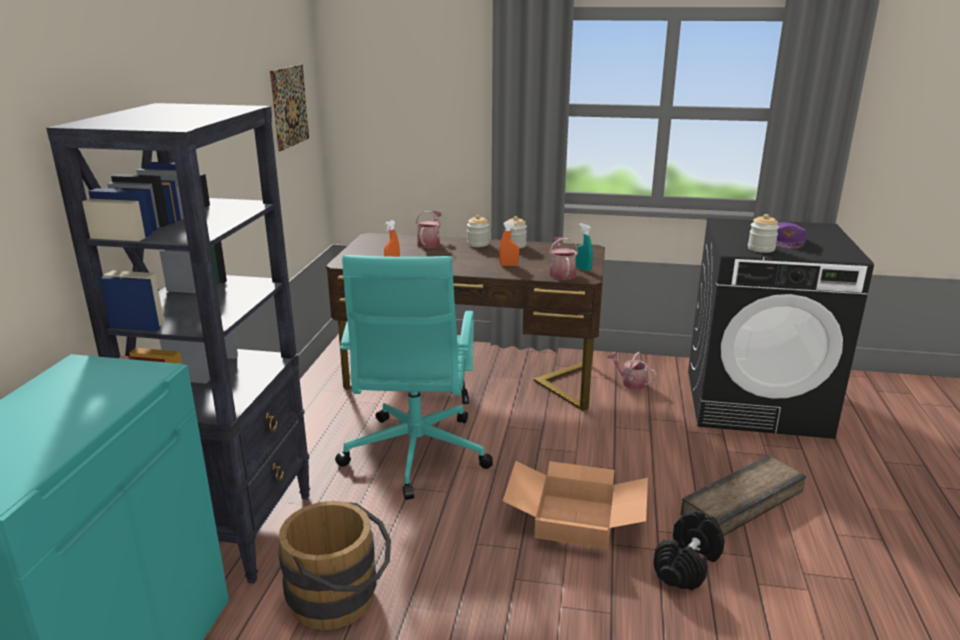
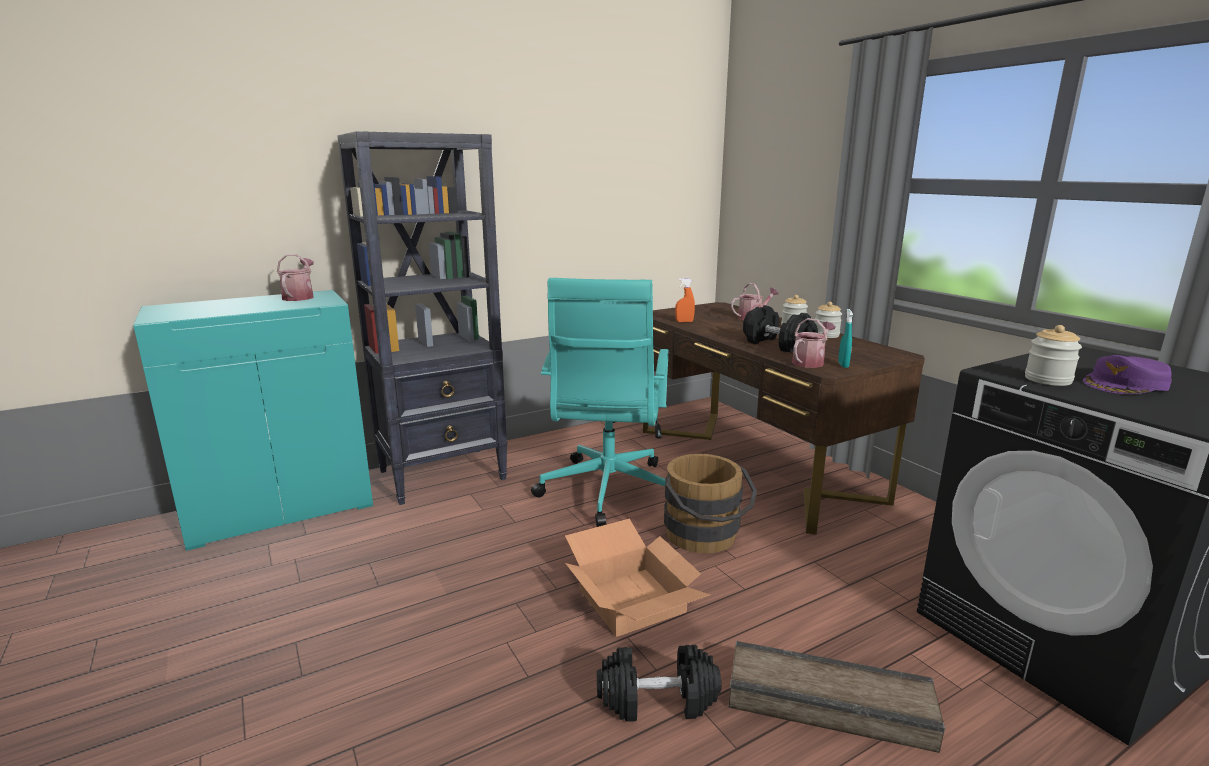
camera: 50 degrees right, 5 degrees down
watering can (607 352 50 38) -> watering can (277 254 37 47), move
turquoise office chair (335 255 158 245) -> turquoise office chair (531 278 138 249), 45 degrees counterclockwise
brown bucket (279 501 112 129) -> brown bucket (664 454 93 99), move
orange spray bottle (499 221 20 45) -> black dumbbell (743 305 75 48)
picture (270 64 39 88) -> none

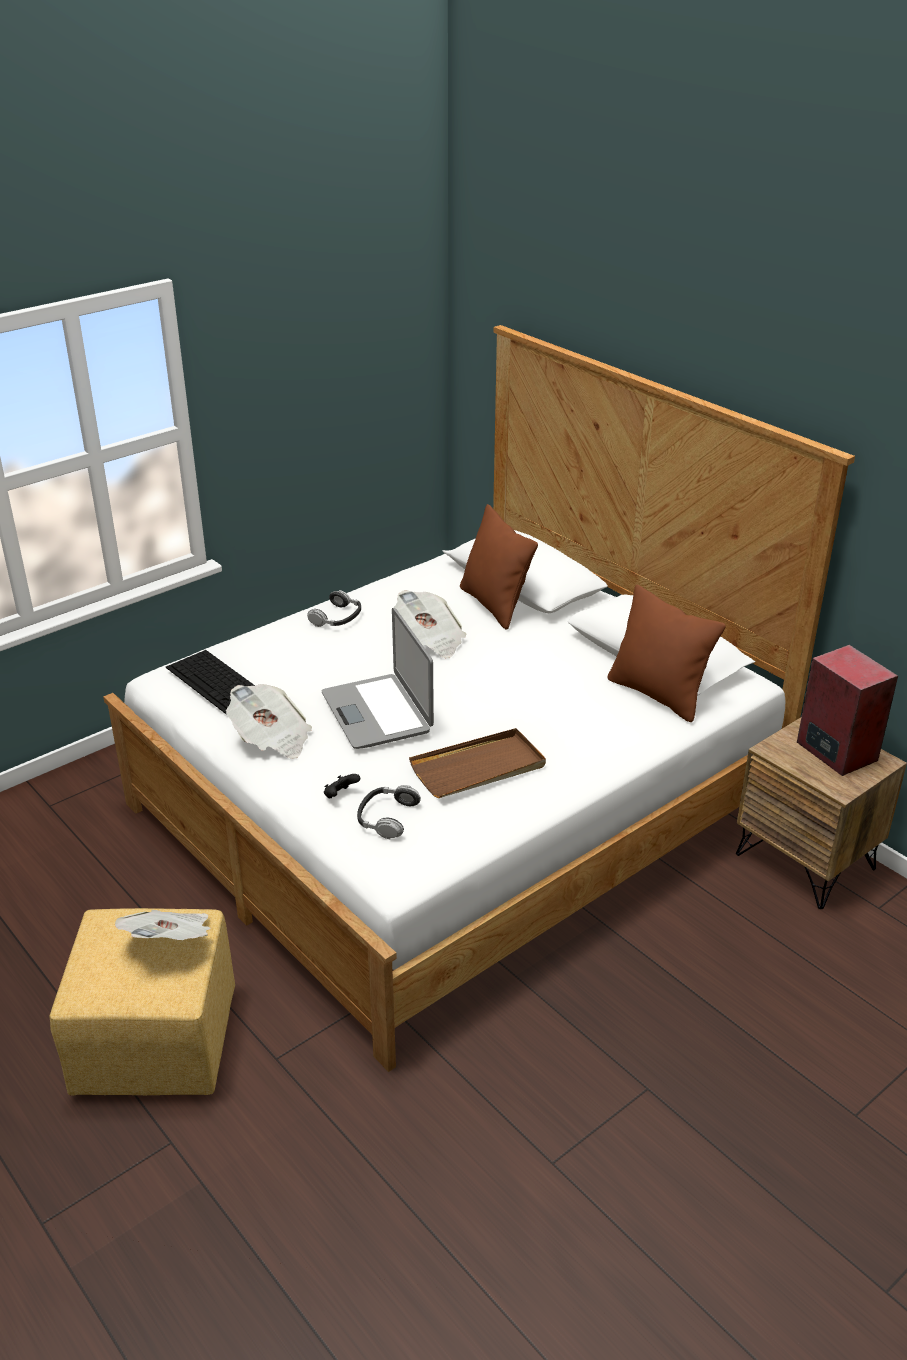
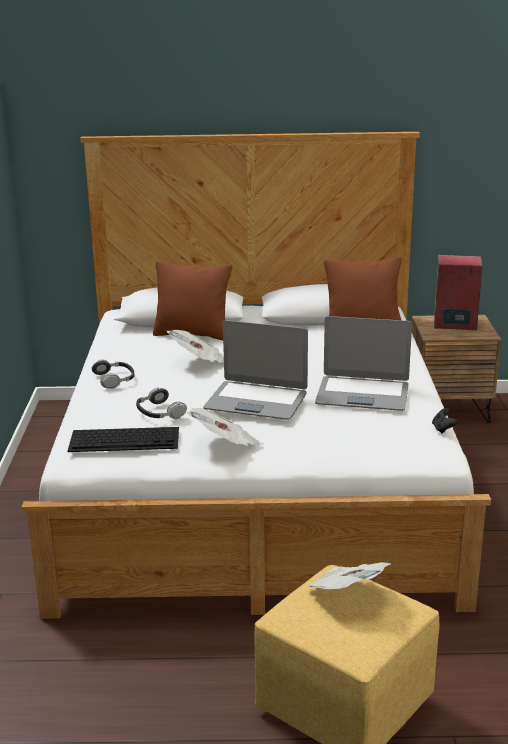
camera: 50 degrees left, 10 degrees down
headphones (357 785 64 54) -> headphones (136 387 51 32), move
brown tray (409 728 137 70) -> laptop (315 316 97 95)
black game controller (324 774 36 24) -> black game controller (432 408 26 26), move

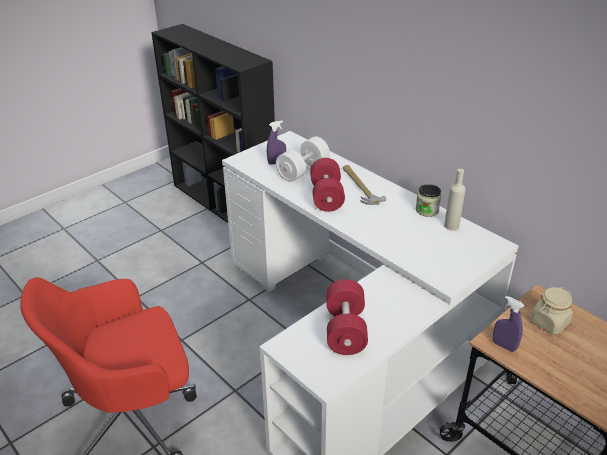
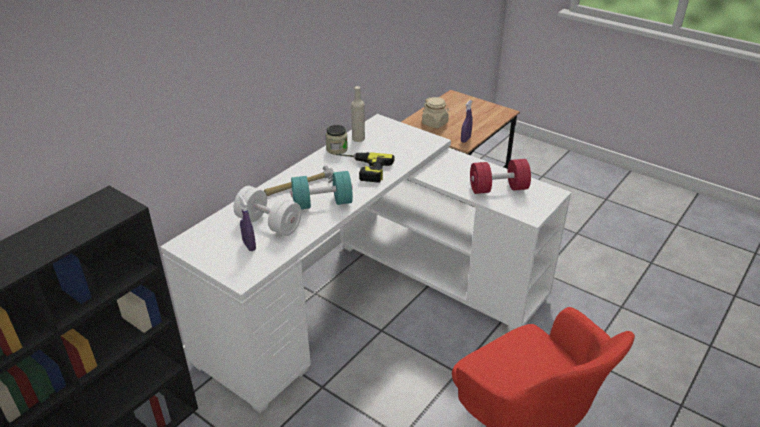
camera: 100 degrees left, 0 degrees up
red dumbbell (310 158 35 54) -> turquoise dumbbell (291 171 62 38)
none -> power drill (336 152 58 30)

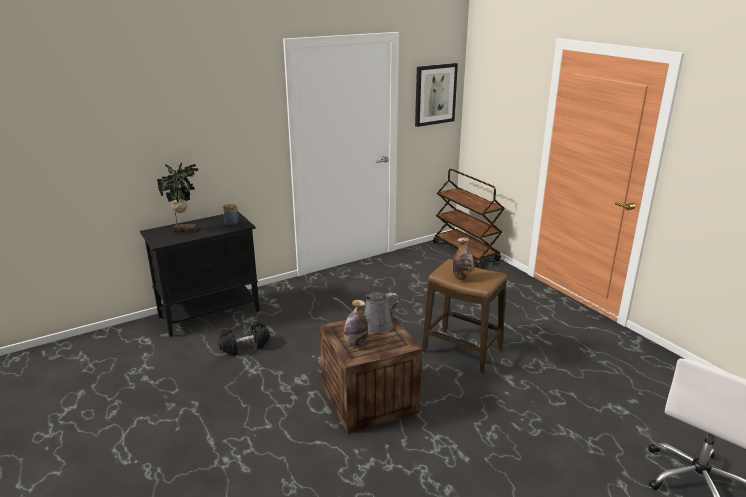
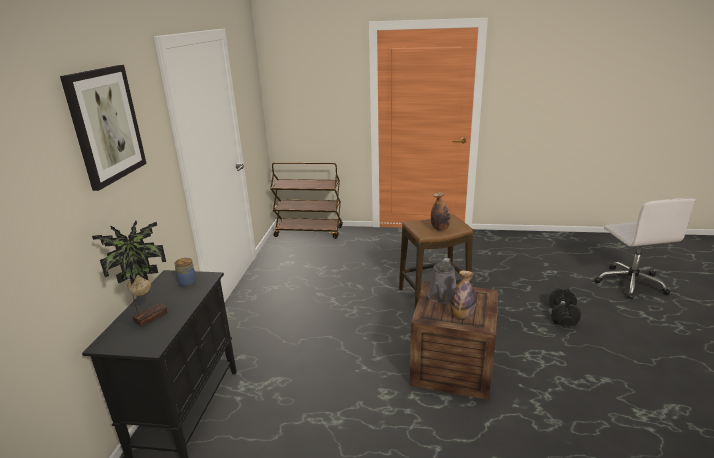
camera: 50 degrees left, 0 degrees up
picture (415 63 43 64) -> picture (60 65 87 126), move
black dumbbell (218 322 52 33) -> black dumbbell (549 288 32 38), move

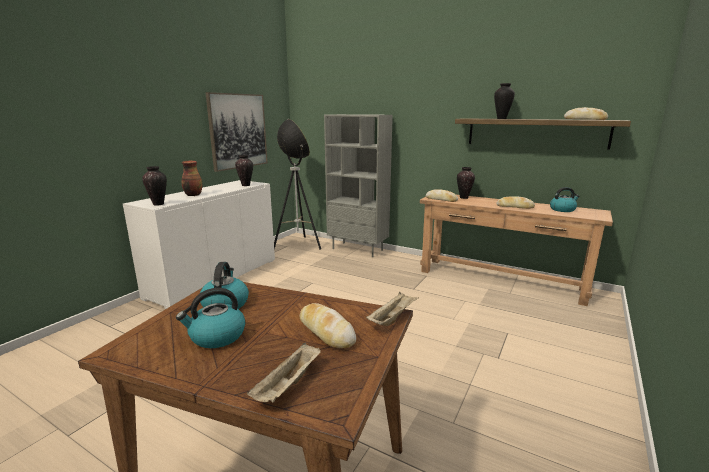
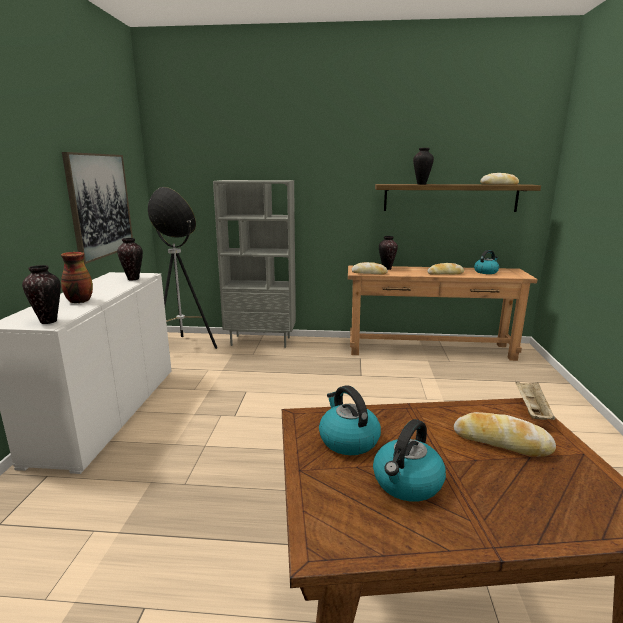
camera: 25 degrees left, 0 degrees up
beige tray (247 343 74 60) -> none

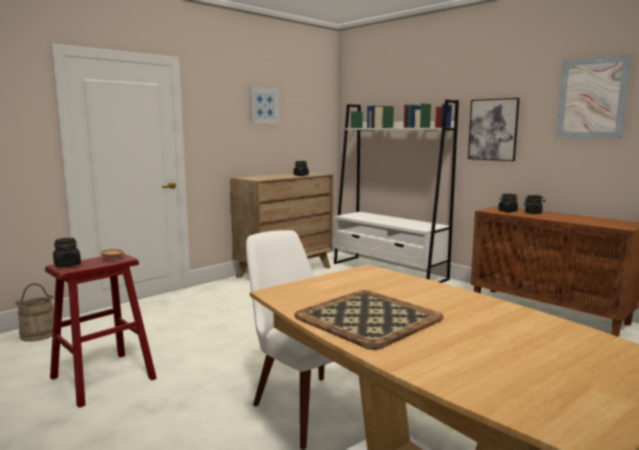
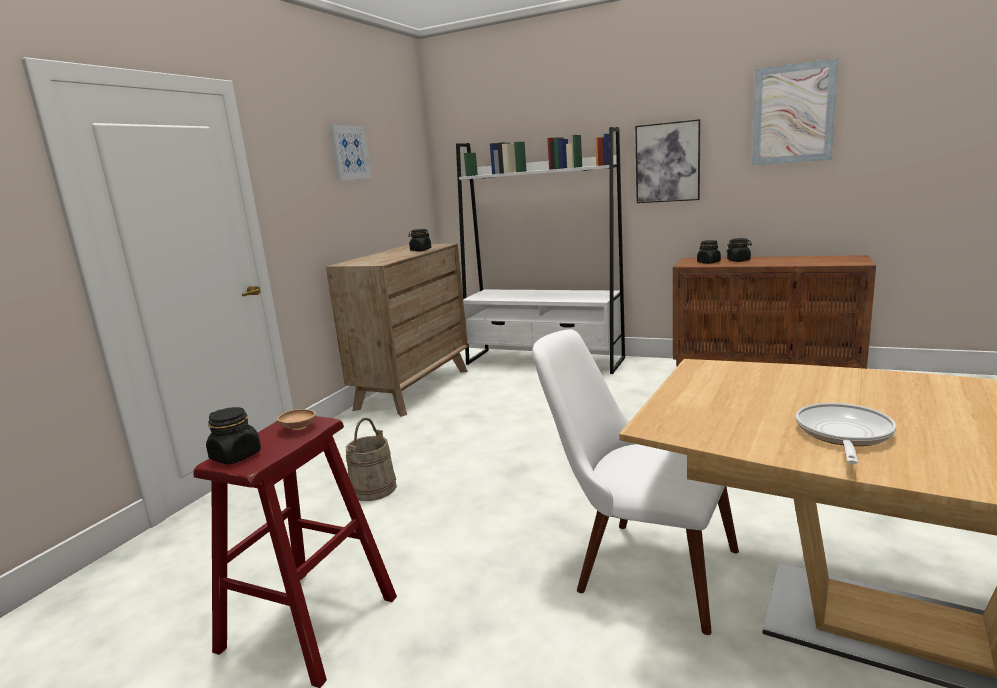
camera: 20 degrees left, 5 degrees up
beige bucket (15 283 39 59) -> beige bucket (346 418 51 83), move
tray (294 290 149 60) -> frying pan (796 403 100 61)

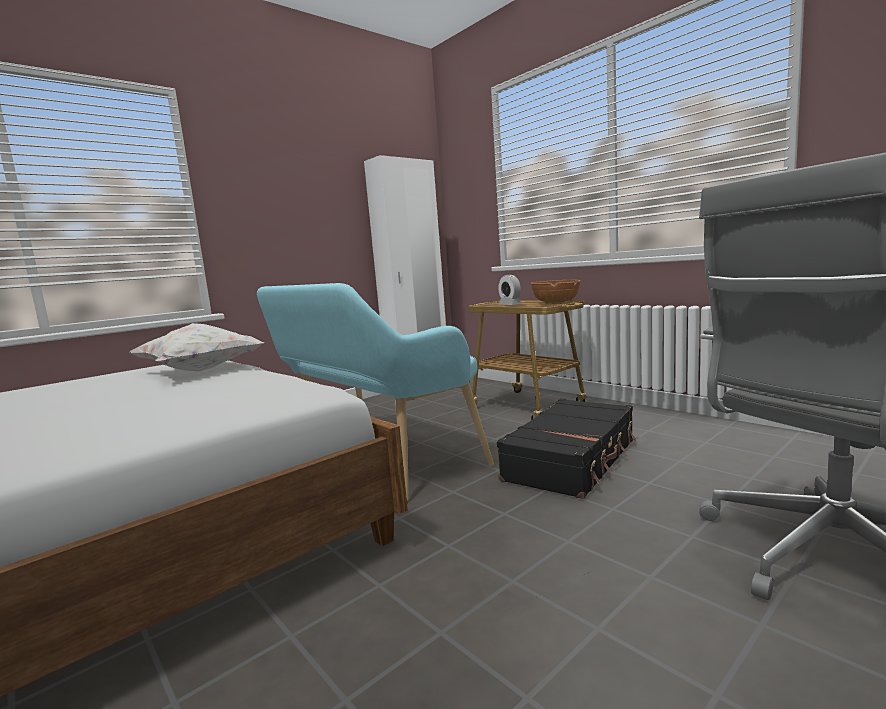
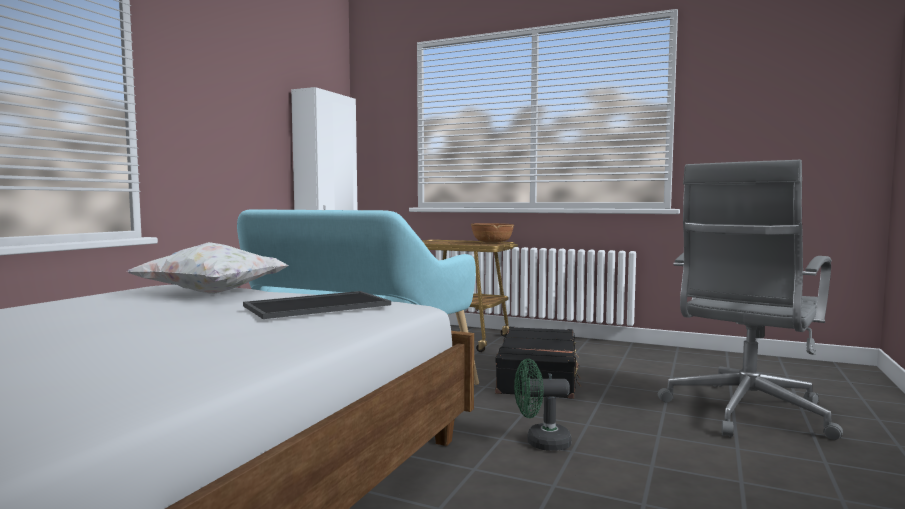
camera: 25 degrees left, 5 degrees down
none -> tray (243 291 148 28)
none -> green fan (514 359 58 92)
alarm clock (498 275 24 30) -> none

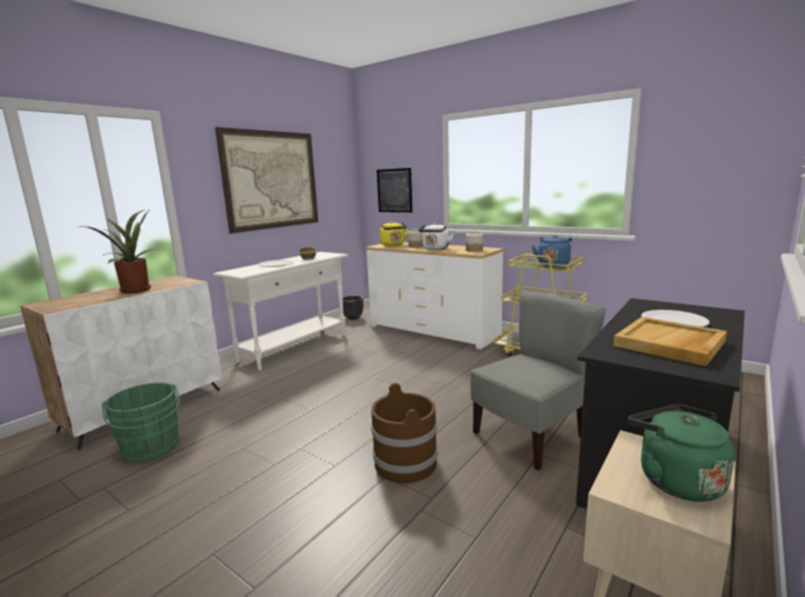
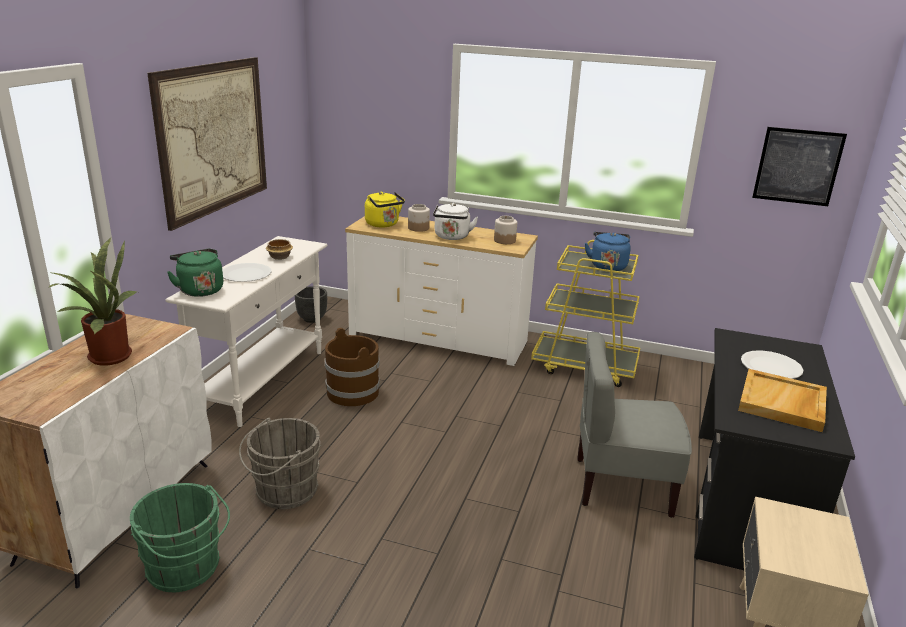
camera: 20 degrees left, 10 degrees up
green kettle (628 404 107 98) -> green kettle (167 248 56 49), move
none -> grey bucket (239 418 82 91)
brown bucket (371 383 67 100) -> brown bucket (325 328 55 78), move
grey chair (470 291 136 180) -> grey chair (577 332 115 186), 120 degrees counterclockwise
picture (377 168 35 44) -> picture (752 127 95 79), move

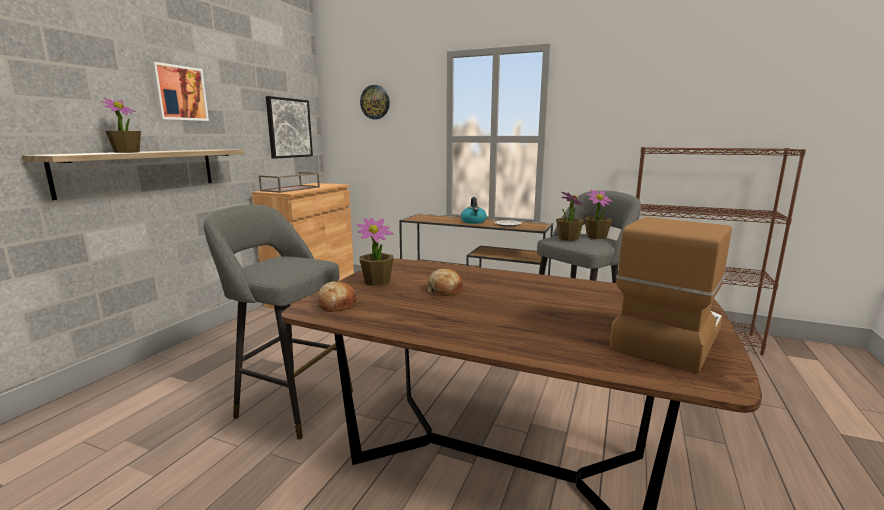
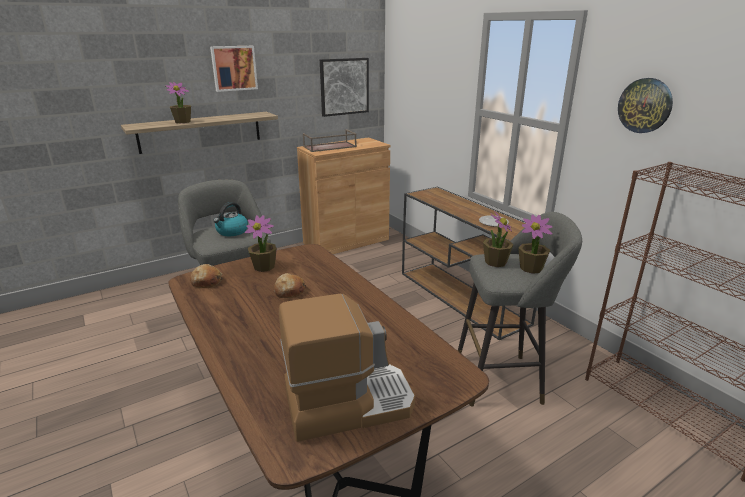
camera: 35 degrees right, 10 degrees up
kettle (461 197 26 27) -> kettle (213 202 35 34), move
wall clock (360 85 30 34) -> wall clock (618 78 55 55), move

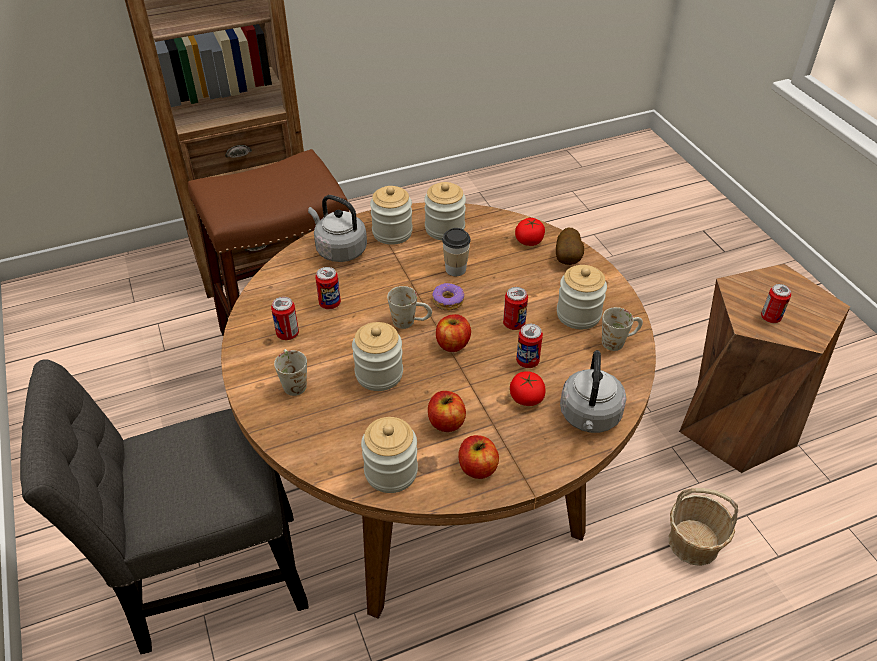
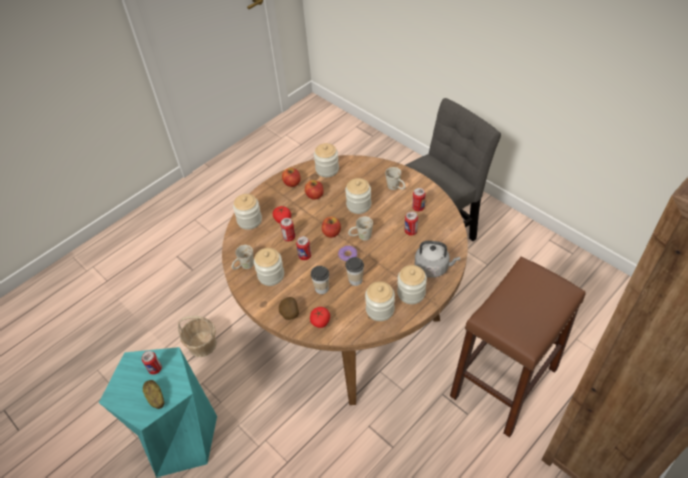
camera: 160 degrees right, 5 degrees up
brown stool (679 264 171 209) -> turquoise stool (99 347 118 131)
none -> potato (143 380 21 29)
grey kettle (560 350 66 83) -> jar (233 194 29 36)
none -> cup (311 266 18 28)

